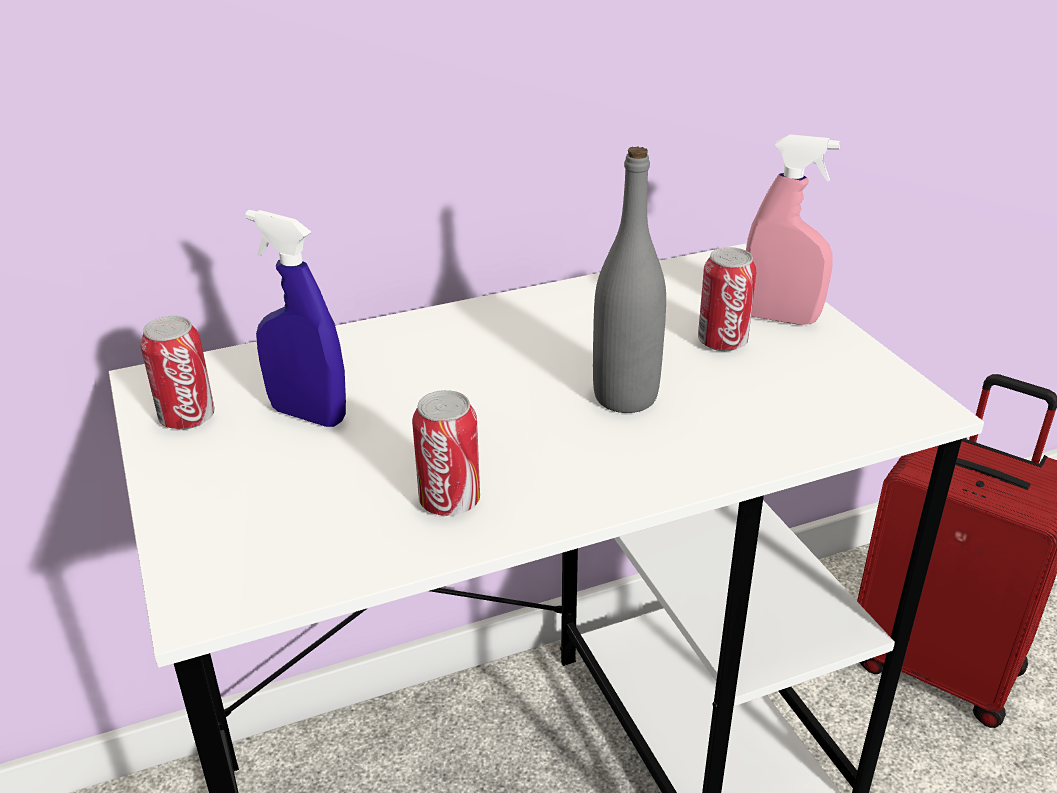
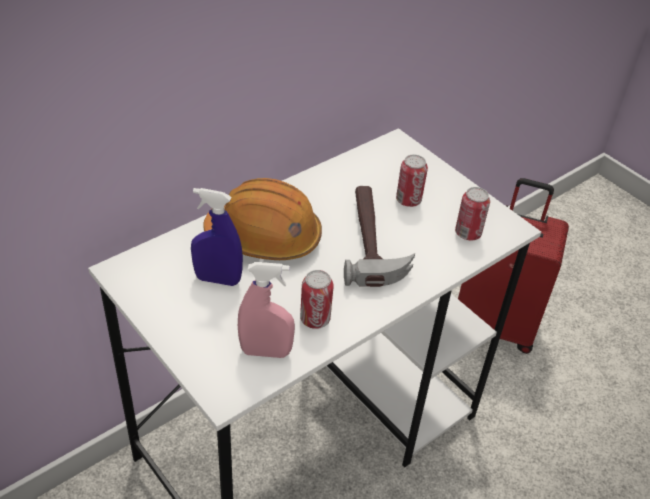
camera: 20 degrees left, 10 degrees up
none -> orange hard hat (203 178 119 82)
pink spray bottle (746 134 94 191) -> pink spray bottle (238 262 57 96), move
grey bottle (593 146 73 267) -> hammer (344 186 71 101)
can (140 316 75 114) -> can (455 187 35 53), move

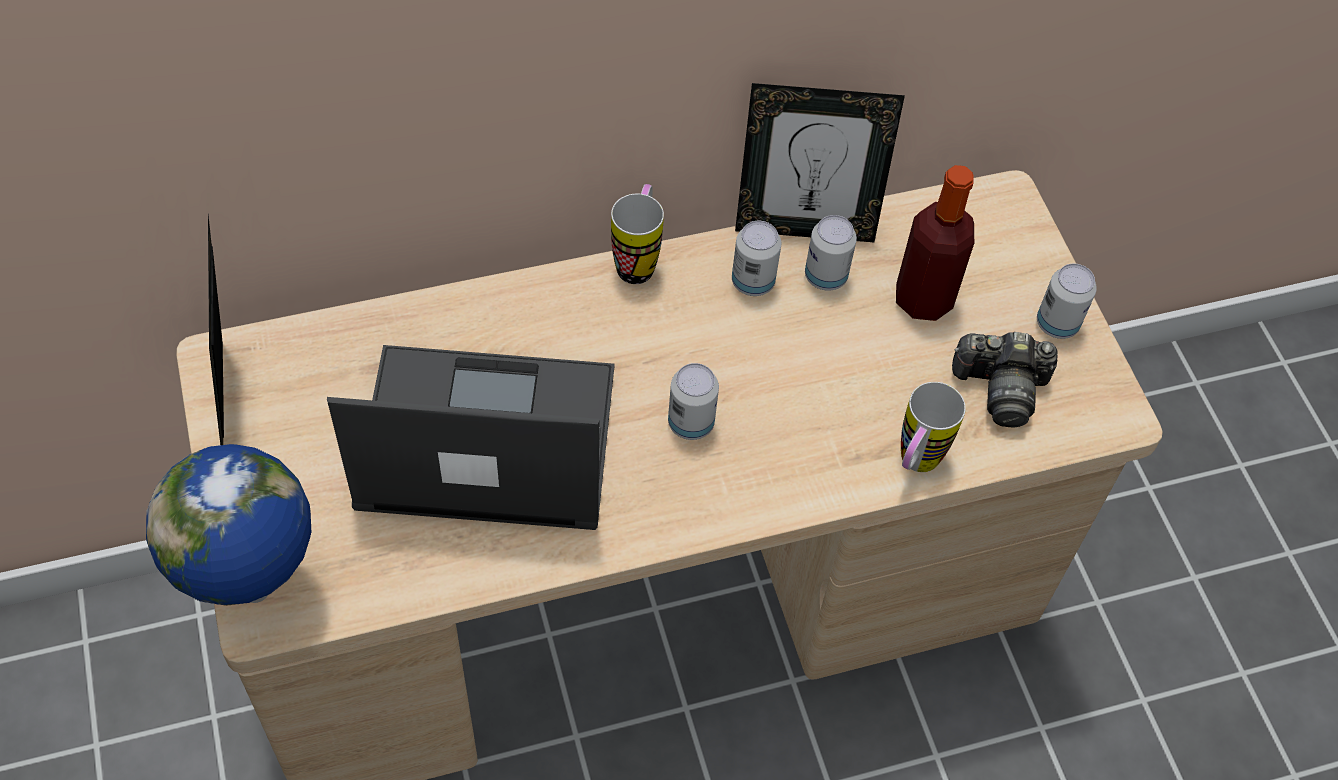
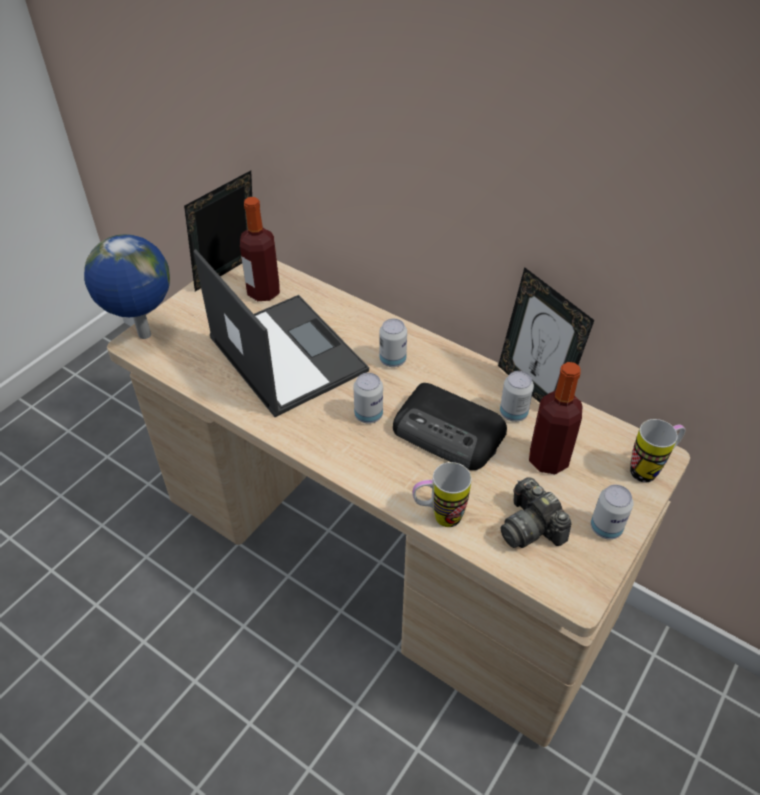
camera: 55 degrees right, 10 degrees down
none -> bottle (240 197 40 104)
can (732 221 49 75) -> can (380 318 27 49), move
none -> radio (393 383 114 87)
mug (611 184 53 100) -> mug (630 419 56 63), move

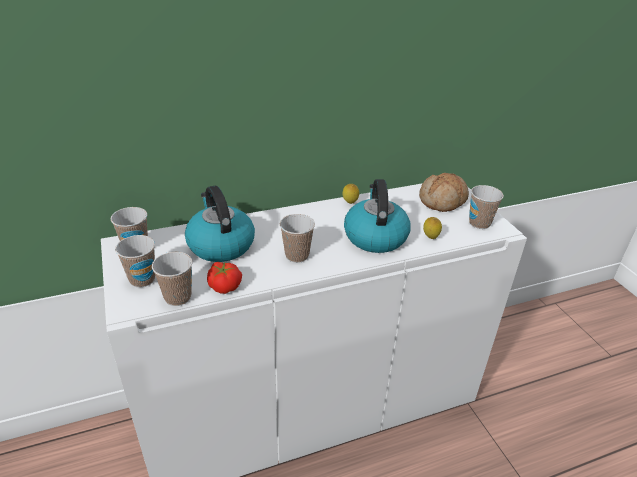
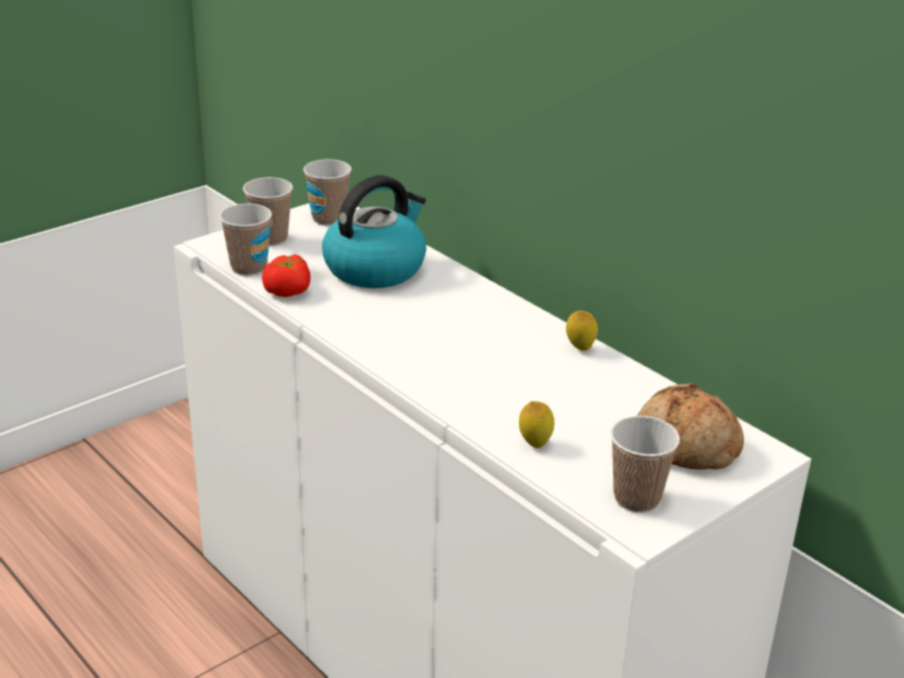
camera: 70 degrees right, 5 degrees down
cup (280 214 35 49) -> none
kettle (344 179 67 74) -> none

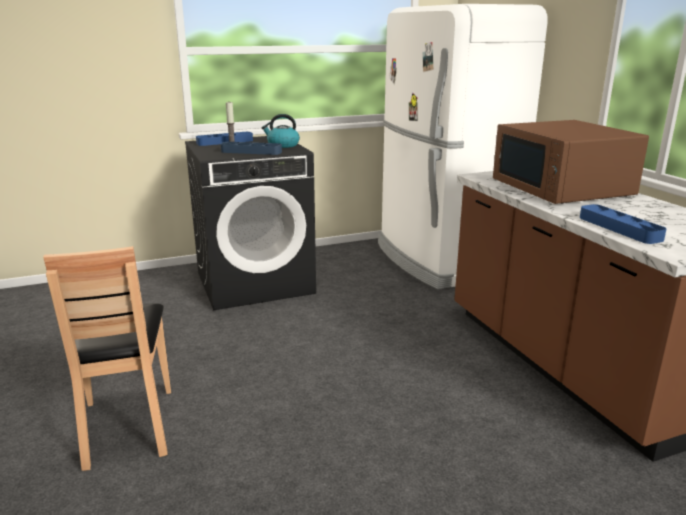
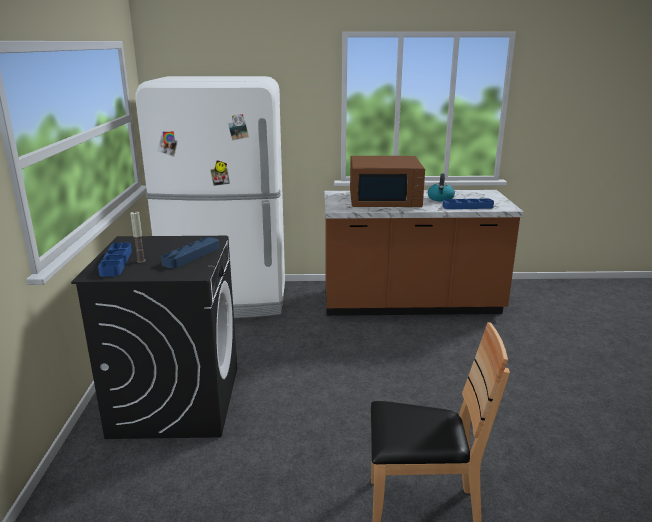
camera: 70 degrees left, 0 degrees up
kettle (262 114 38 34) -> kettle (428 174 27 28), move

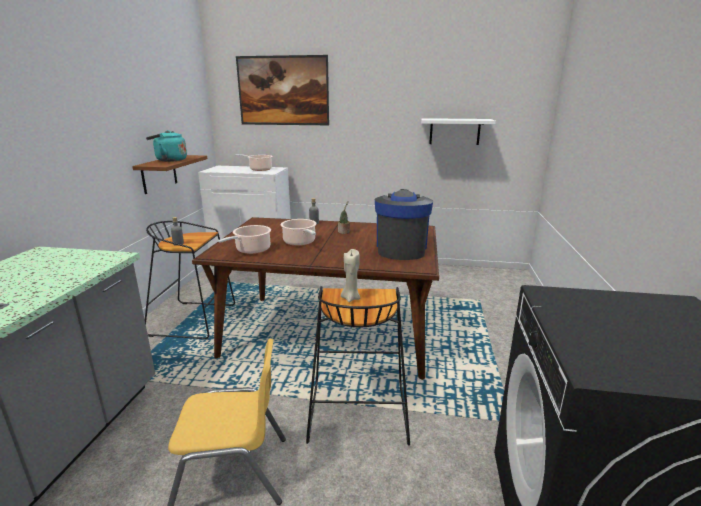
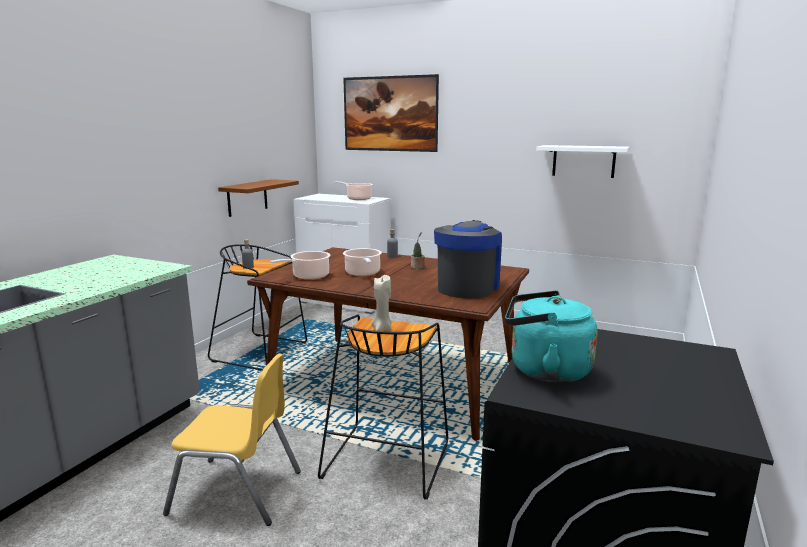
camera: 15 degrees right, 5 degrees down
turquoise kettle (146 130 41 32) -> turquoise kettle (505 291 93 92), move

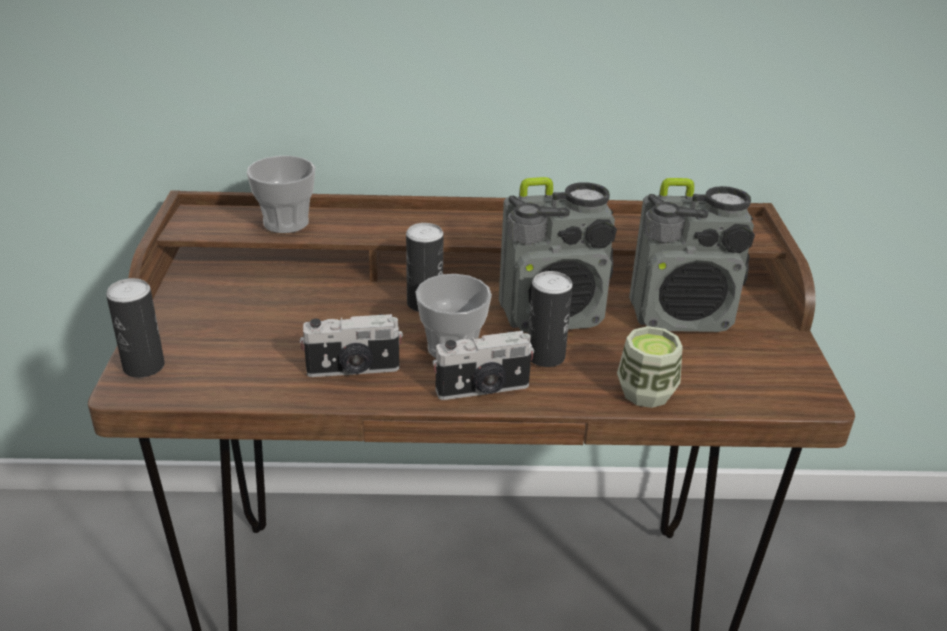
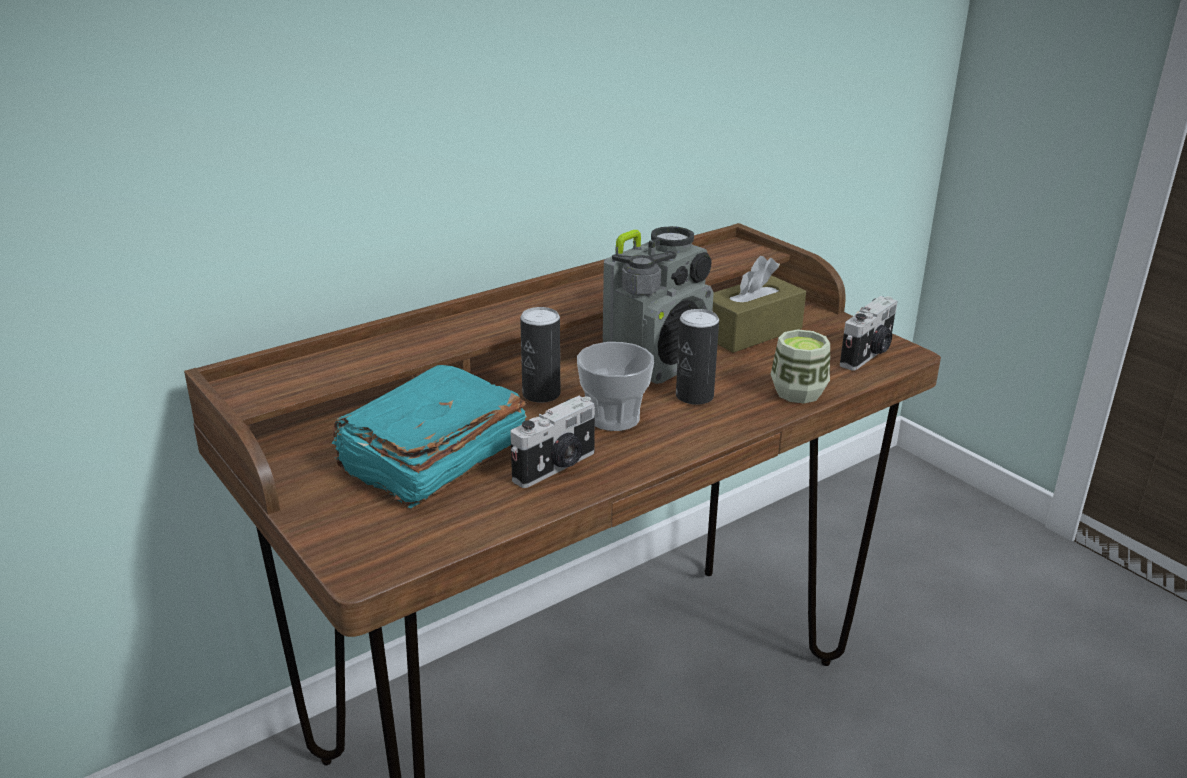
camera: 35 degrees left, 5 degrees down
none -> turquoise book (331 365 196 143)
radio (629 178 126 154) -> brown tissue box (712 256 94 97)
photo camera (433 331 102 69) -> photo camera (840 296 58 75), move
can (106 278 59 100) -> none
cup (247 156 68 77) -> none

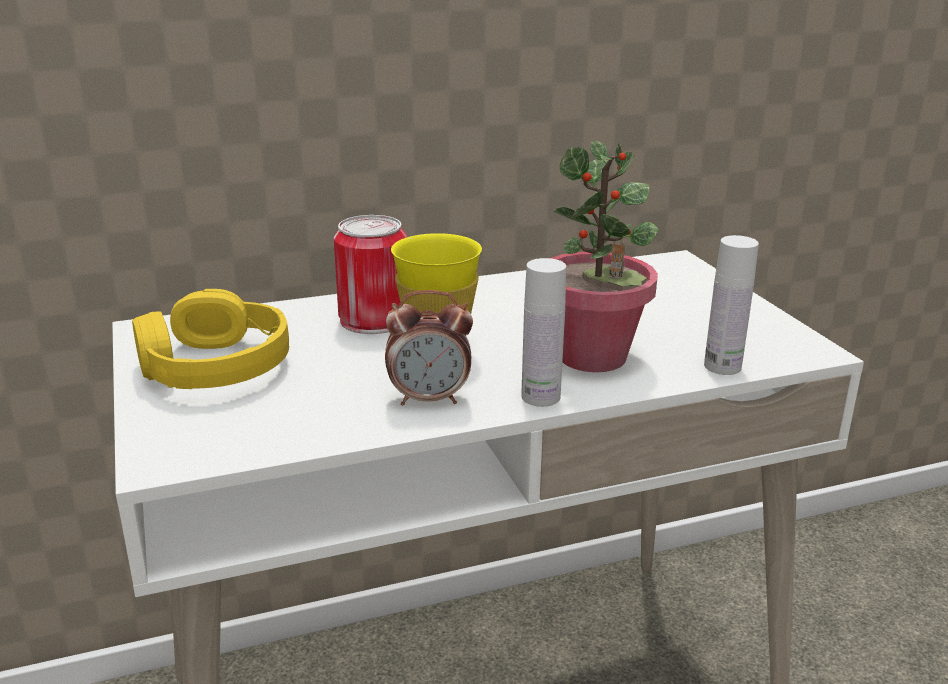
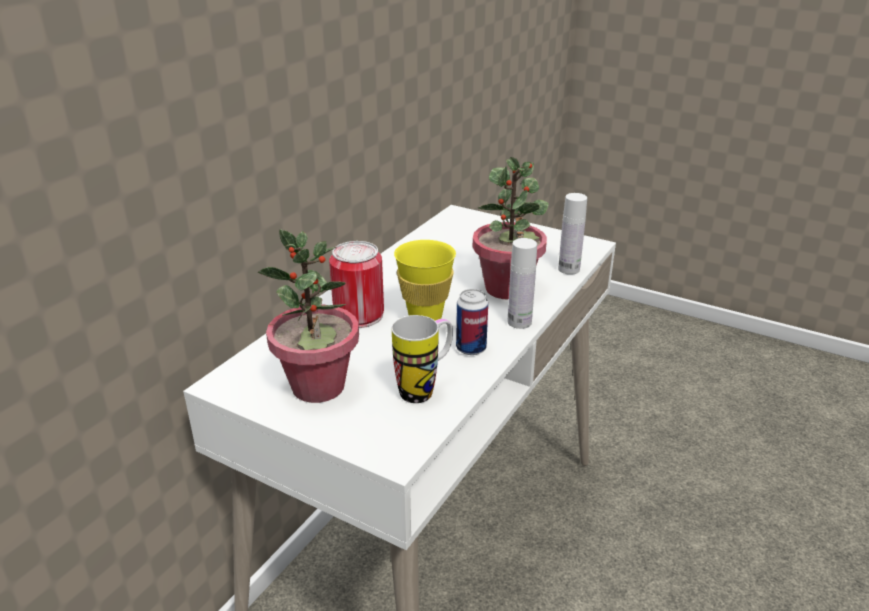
camera: 40 degrees left, 5 degrees up
yellow headphones (132 289 157 100) -> potted plant (258 230 101 173)
none -> mug (392 315 61 88)
alarm clock (385 290 88 116) -> can (456 289 32 66)

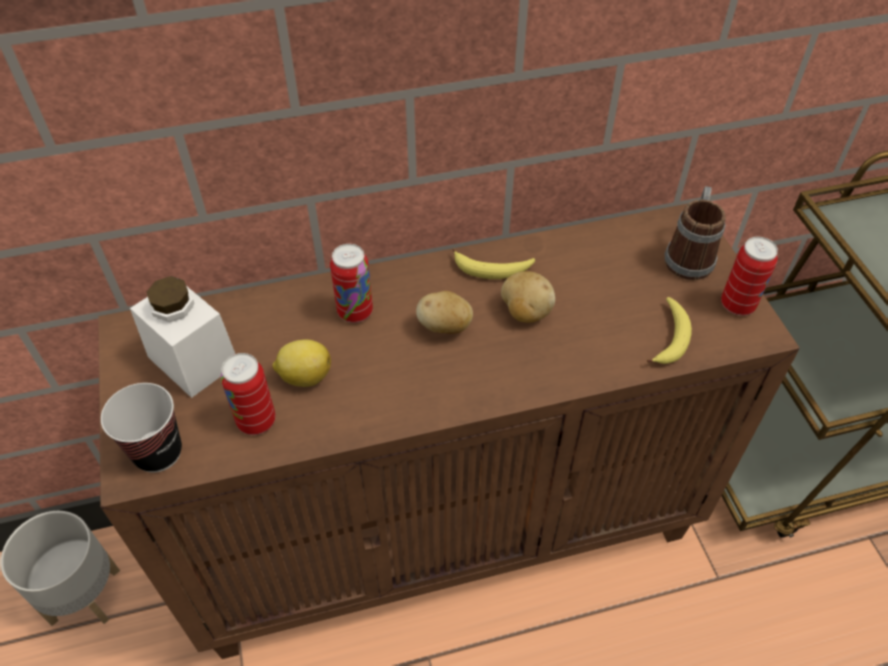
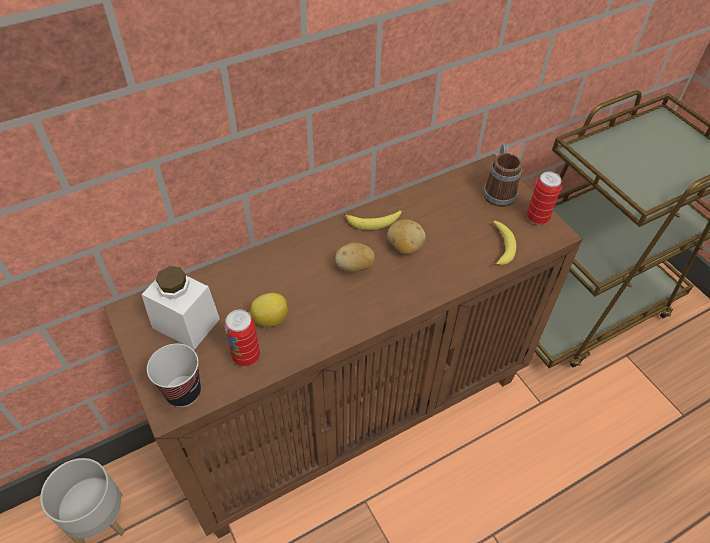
camera: 15 degrees left, 0 degrees up
can (330 244 43 79) -> none

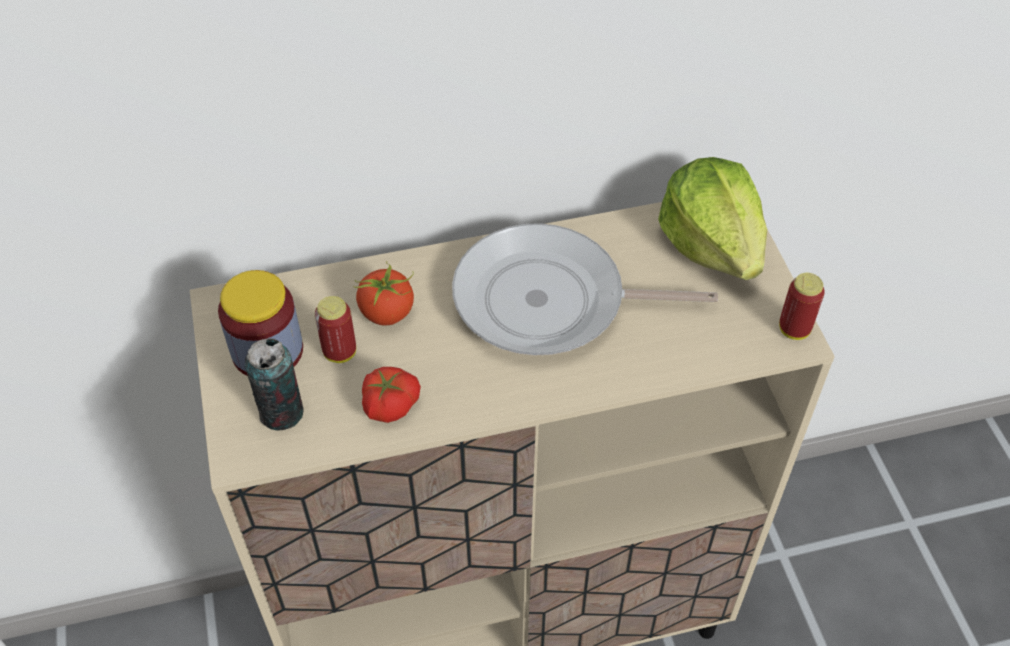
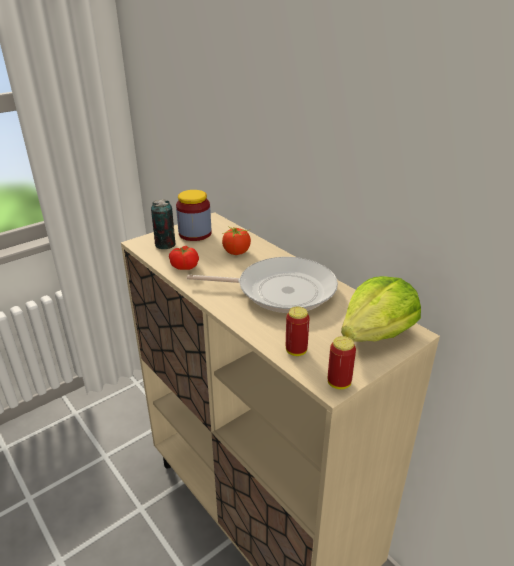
camera: 65 degrees right, 20 degrees down
frying pan (452 223 266 132) -> frying pan (187 257 151 56), 120 degrees clockwise
can (315 296 41 67) -> can (286 307 23 49), move

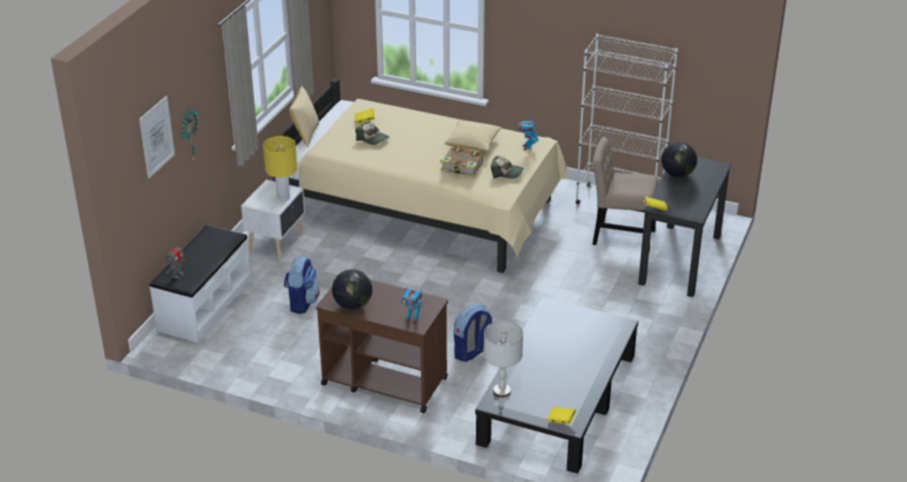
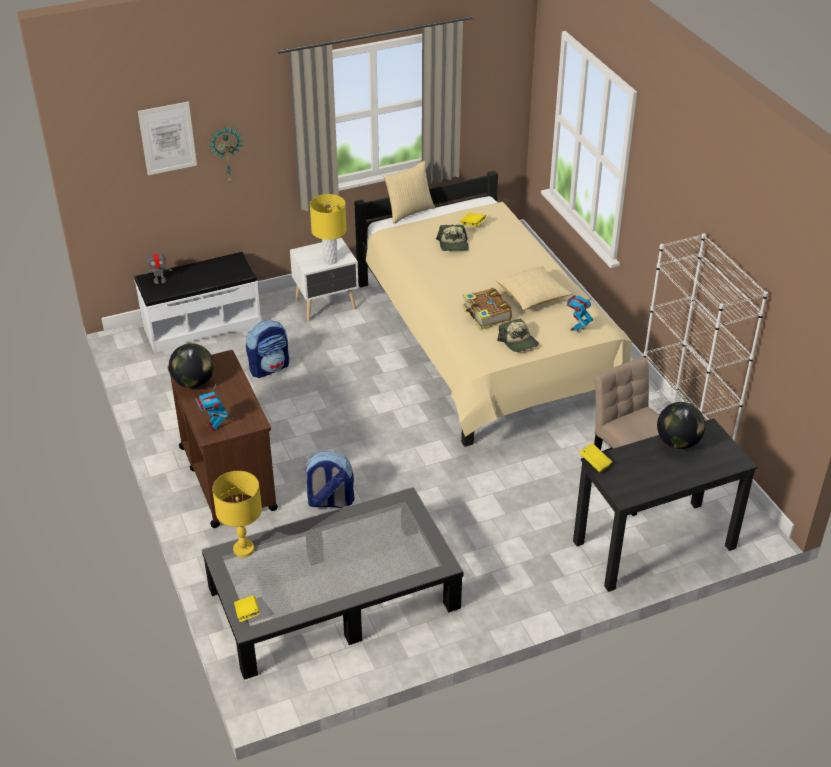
camera: 45 degrees right, 5 degrees up
grey table lamp (484 321 39 77) -> yellow table lamp (212 471 50 87)

